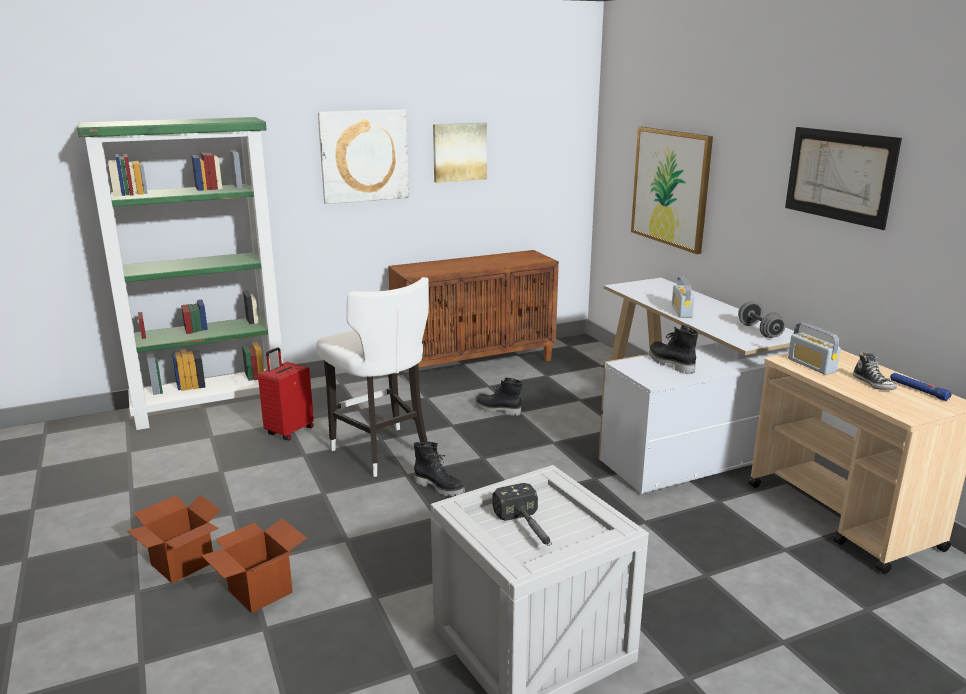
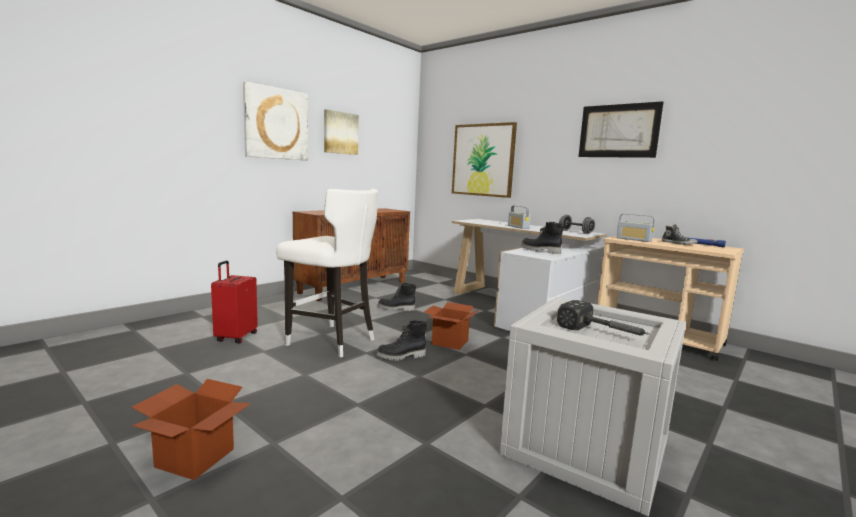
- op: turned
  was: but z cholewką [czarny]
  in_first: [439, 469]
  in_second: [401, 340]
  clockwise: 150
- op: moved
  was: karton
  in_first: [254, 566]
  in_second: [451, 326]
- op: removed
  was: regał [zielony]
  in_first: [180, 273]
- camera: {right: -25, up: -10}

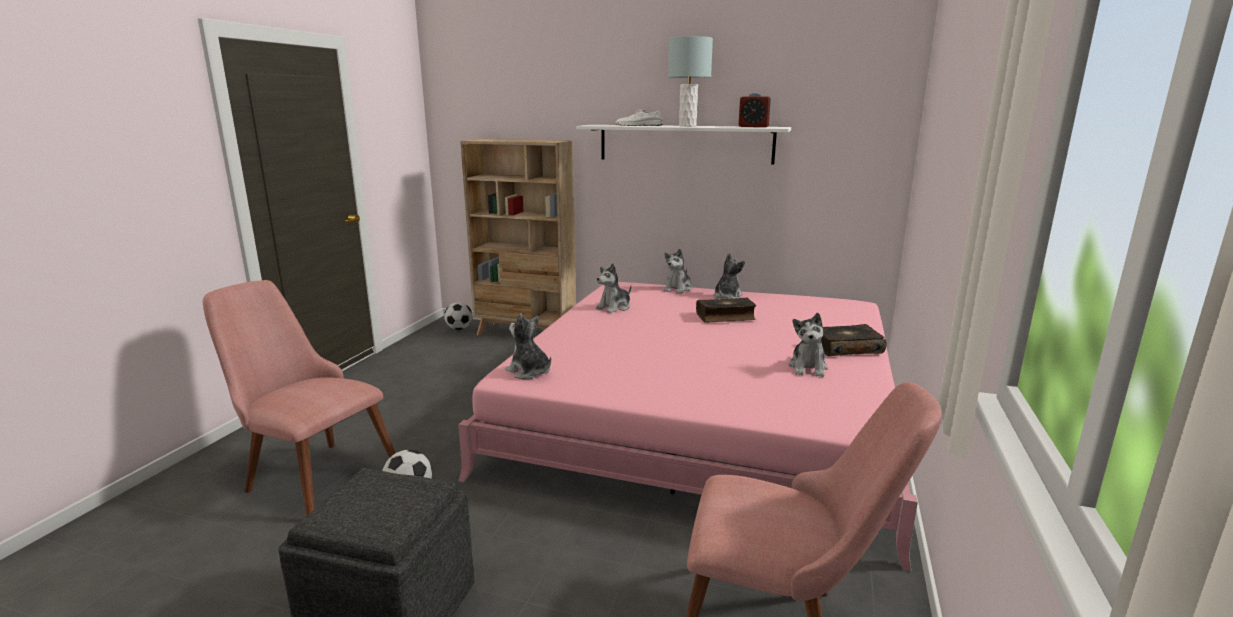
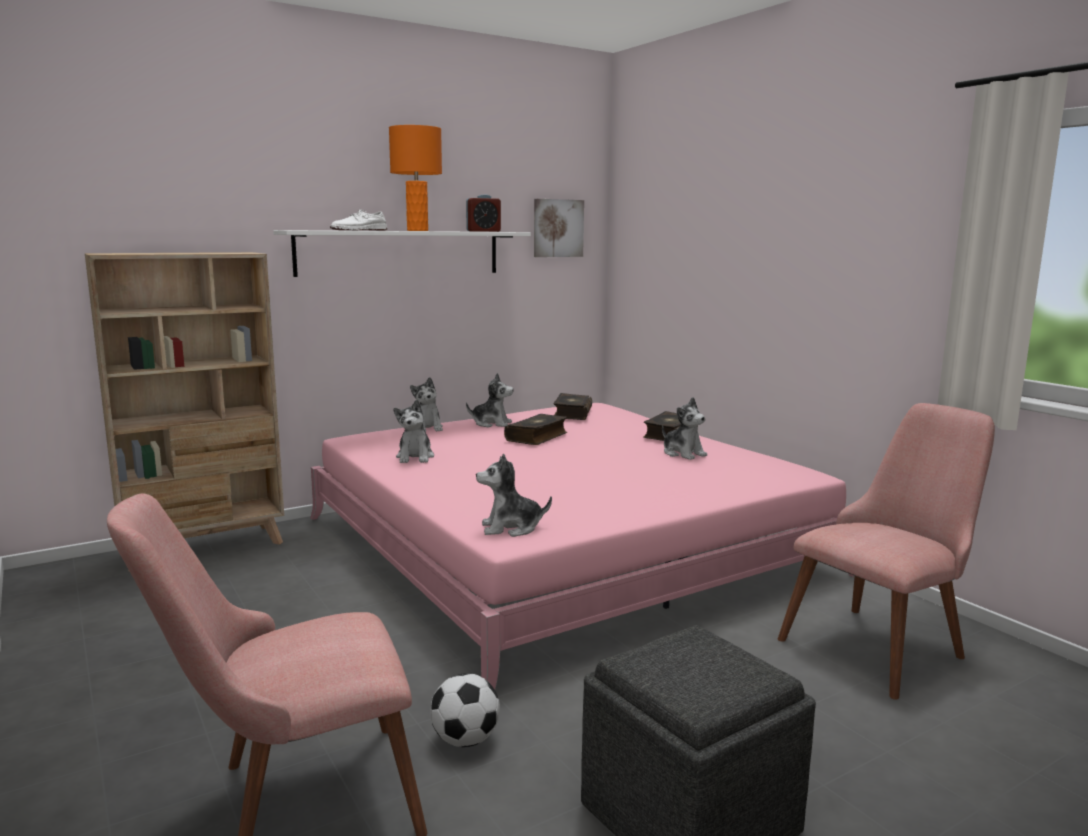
- op: recoloured
  was: lampa stołowa [szary]
  now: lampa stołowa [pomarańczowy]
  in_first: [690, 81]
  in_second: [415, 178]
- op: turned
  was: pluszak
  in_first: [729, 276]
  in_second: [490, 400]
  clockwise: 120
- op: added
  now: obraz
  in_second: [559, 228]
- op: added
  now: książka
  in_second: [572, 406]
- op: removed
  was: piłka futbolowa
  in_first: [458, 316]
- camera: {right: -50, up: -5}

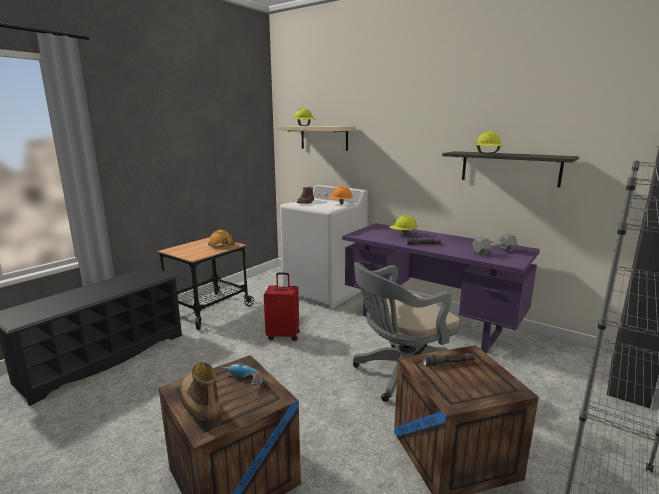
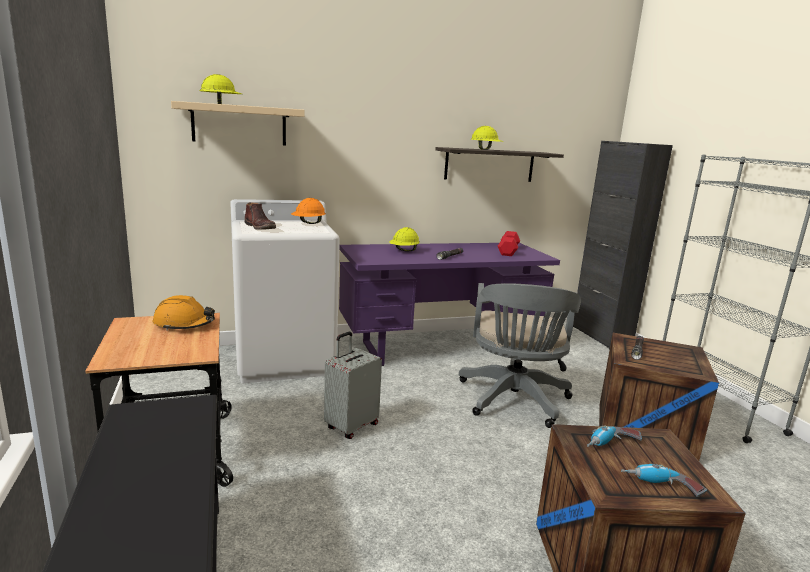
- op: recoloured
  was: walizka [czerwony]
  now: walizka [szary]
  in_first: [282, 306]
  in_second: [353, 385]
- op: recoloured
  was: hantel [szary]
  now: hantel [czerwony]
  in_first: [495, 244]
  in_second: [509, 243]
- op: replaced
  was: but z cholewką
  now: wiertarka
  in_first: [201, 396]
  in_second: [664, 480]
- camera: {right: -55, up: 0}

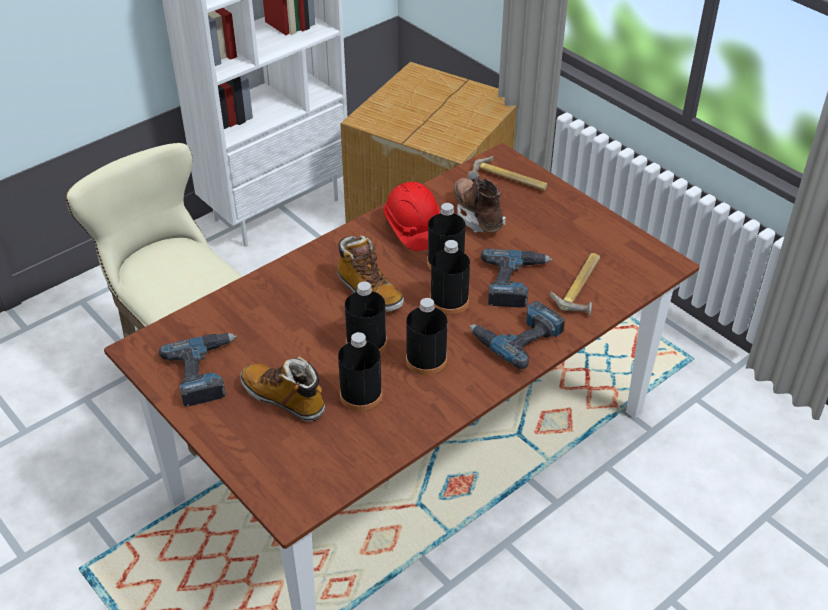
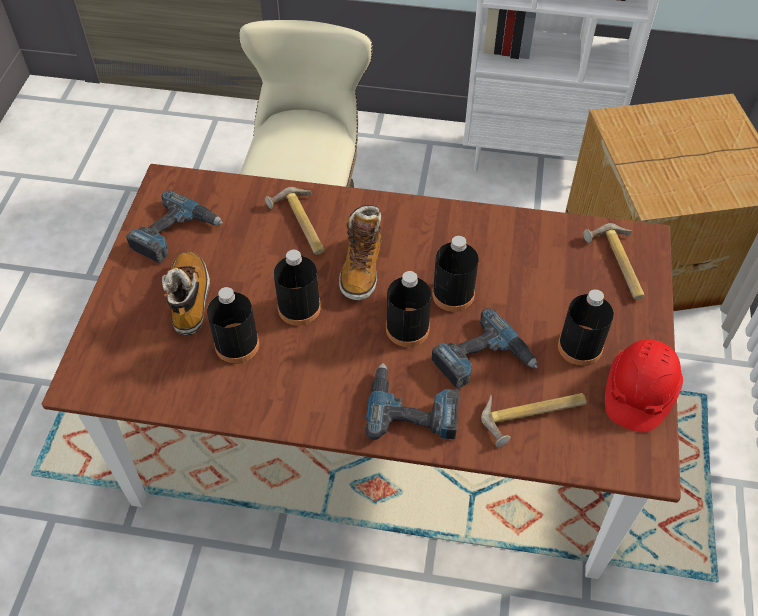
- op: added
  now: młotek
  in_second: [295, 221]
- op: moved
  was: butelka [czarny]
  in_first: [426, 337]
  in_second: [586, 327]
- op: moved
  was: kask [czerwony]
  in_first: [412, 216]
  in_second: [644, 385]
- op: removed
  was: but z cholewką [brązowy]
  in_first: [480, 204]
- camera: {right: 50, up: 10}

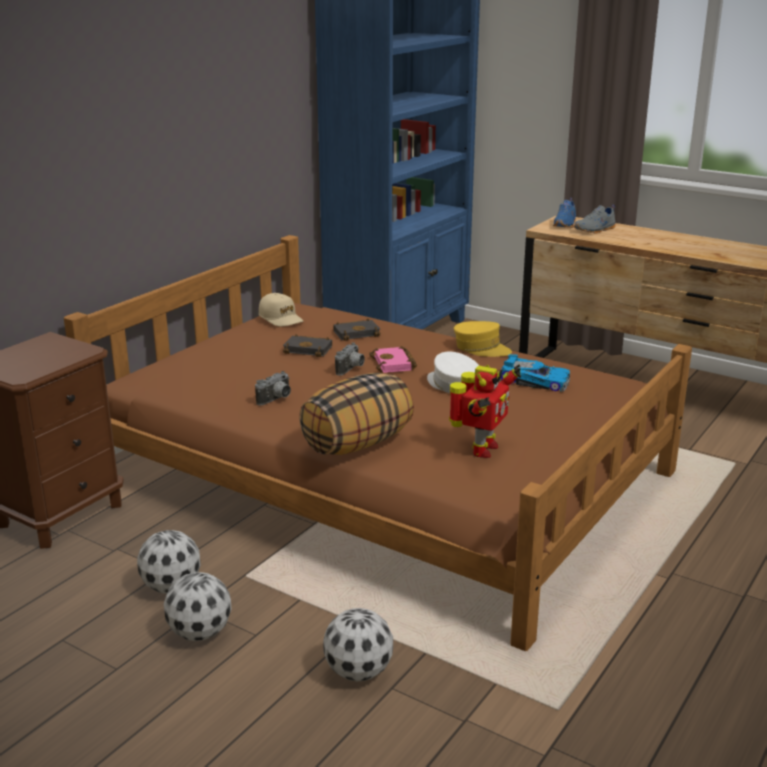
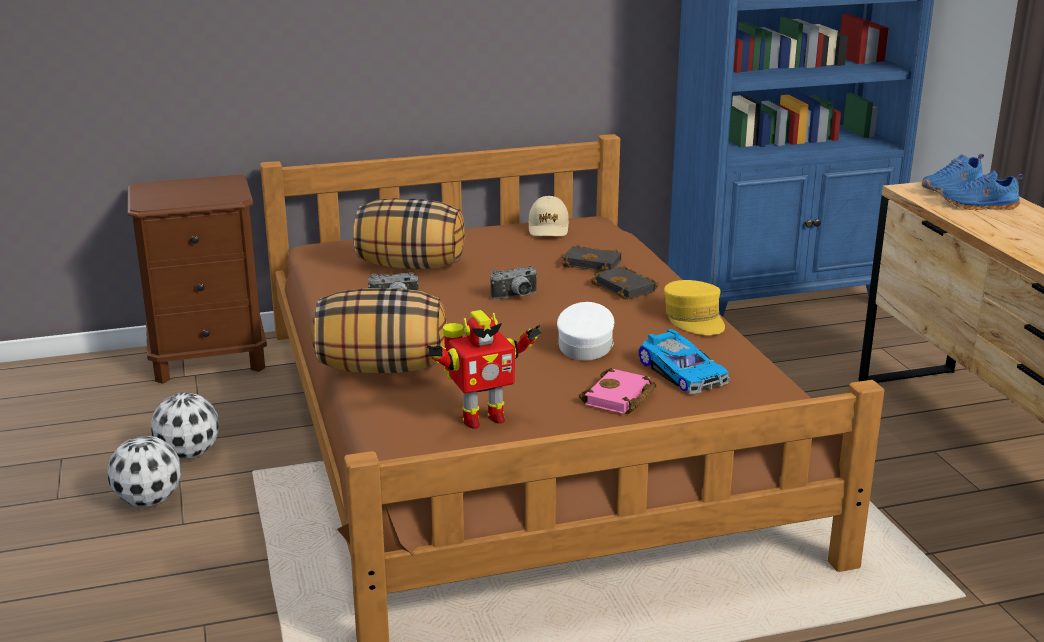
- op: added
  now: poduszka
  in_second: [409, 233]
- op: moved
  was: książka [różowy]
  in_first: [393, 359]
  in_second: [618, 391]
- op: moved
  was: książka [czarny]
  in_first: [307, 345]
  in_second: [624, 282]
- op: recoloured
  was: but [szary]
  now: but [niebieski]
  in_first: [595, 219]
  in_second: [982, 190]
- op: removed
  was: piłka futbolowa
  in_first: [358, 644]
- camera: {right: 40, up: 0}

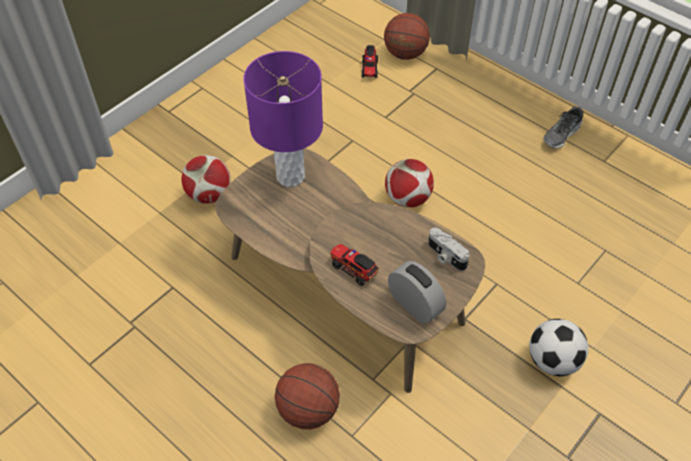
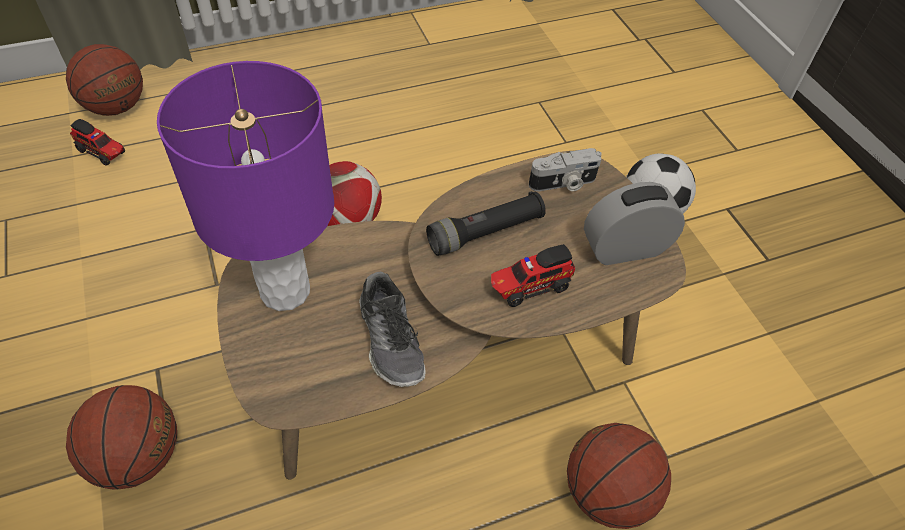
- op: replaced
  was: piłka futbolowa
  now: piłka do koszykówki
  in_first: [206, 179]
  in_second: [121, 437]
- op: moved
  was: but
  in_first: [563, 127]
  in_second: [392, 329]
- op: added
  now: latarka [czarny]
  in_second: [486, 223]
- camera: {right: -65, up: 0}

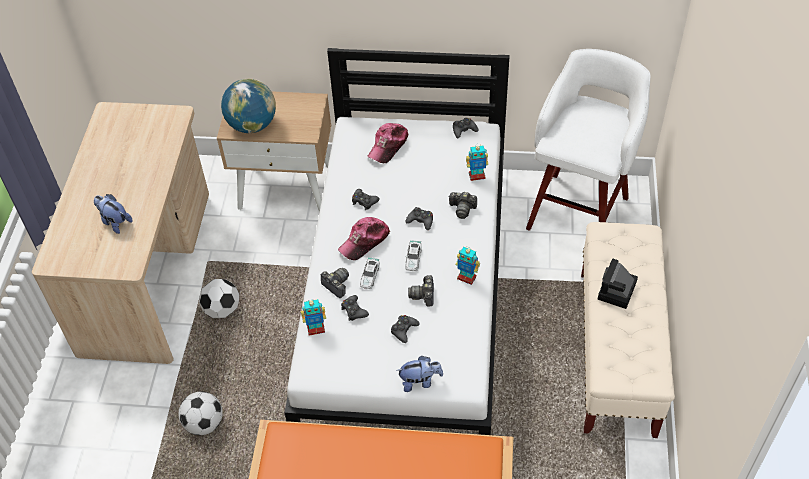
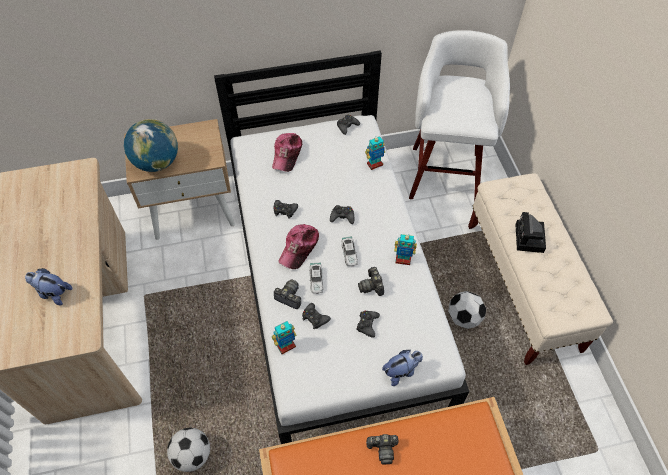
- op: moved
  was: aparat fotograficzny
  in_first: [462, 205]
  in_second: [382, 449]
- op: moved
  was: piłka futbolowa
  in_first: [219, 298]
  in_second: [467, 310]
- camera: {right: -20, up: 5}

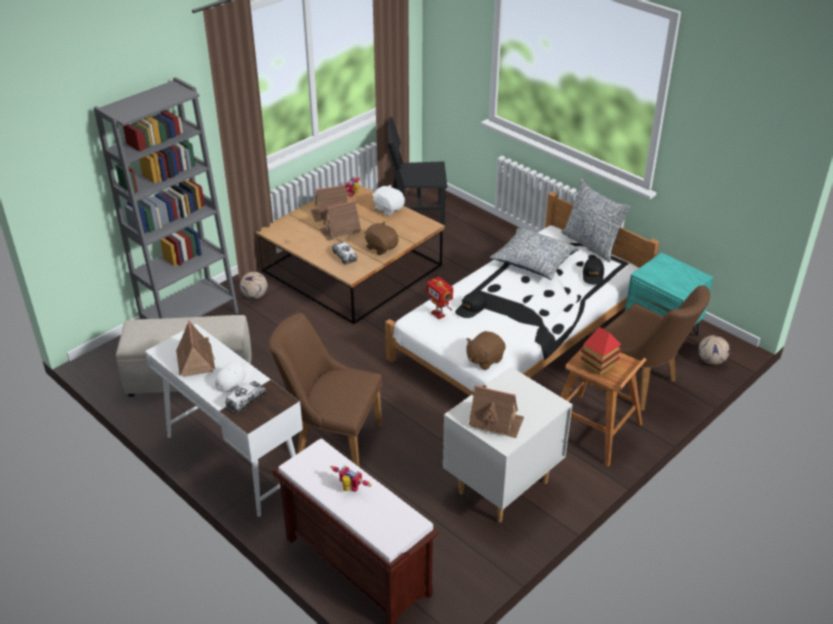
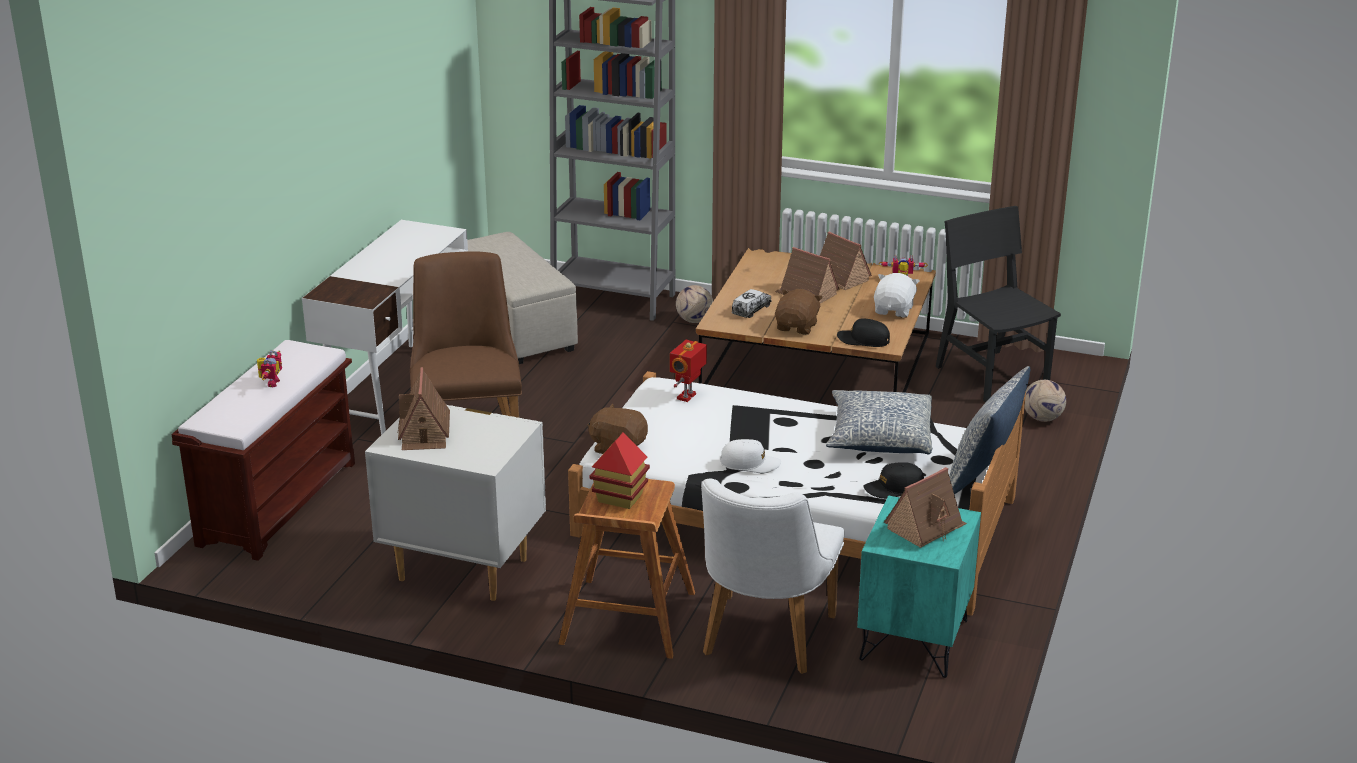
- op: recoloured
  was: krzesło [brązowy]
  now: krzesło [biały]
  in_first: [649, 348]
  in_second: [773, 576]
- op: moved
  was: czapka z daszkiem [biały]
  in_first: [234, 377]
  in_second: [751, 456]
- op: moved
  was: czapka z daszkiem [czarny]
  in_first: [471, 304]
  in_second: [863, 332]
- op: moved
  was: domek
  in_first: [195, 348]
  in_second: [925, 507]
- op: moved
  was: piłka futbolowa
  in_first: [714, 350]
  in_second: [1045, 401]
- op: removed
  was: ciężarówka zabawkowa
  in_first: [246, 397]
- camera: {right: 65, up: -10}

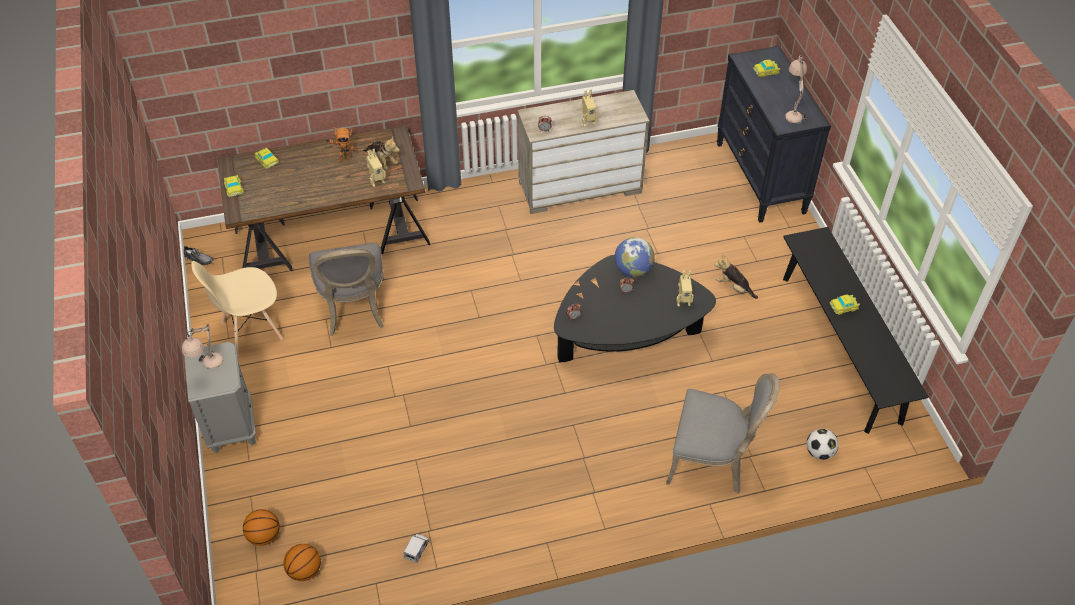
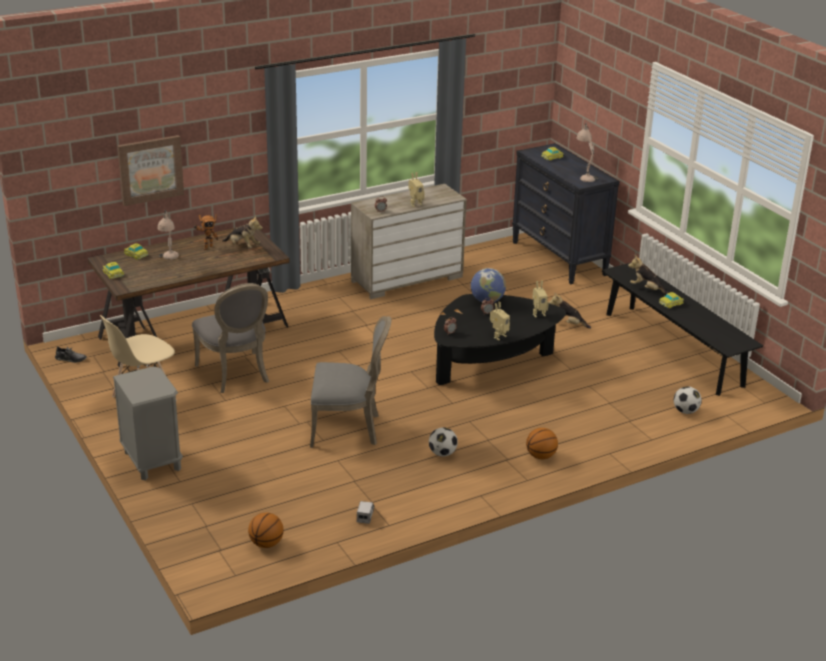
- op: added
  now: obraz
  in_second: [150, 170]
- op: moved
  was: lampa stołowa [beżowy]
  in_first: [202, 346]
  in_second: [168, 235]
- op: moved
  was: krzesło [szary]
  in_first: [723, 433]
  in_second: [350, 382]
- op: added
  now: piłka futbolowa
  in_second: [443, 442]
- op: moved
  was: robot zabawkowy
  in_first: [376, 168]
  in_second: [500, 321]
- op: moved
  was: piłka do koszykówki
  in_first: [261, 527]
  in_second: [542, 443]
- op: added
  now: pluszak
  in_second: [648, 274]
- camera: {right: -15, up: -20}

